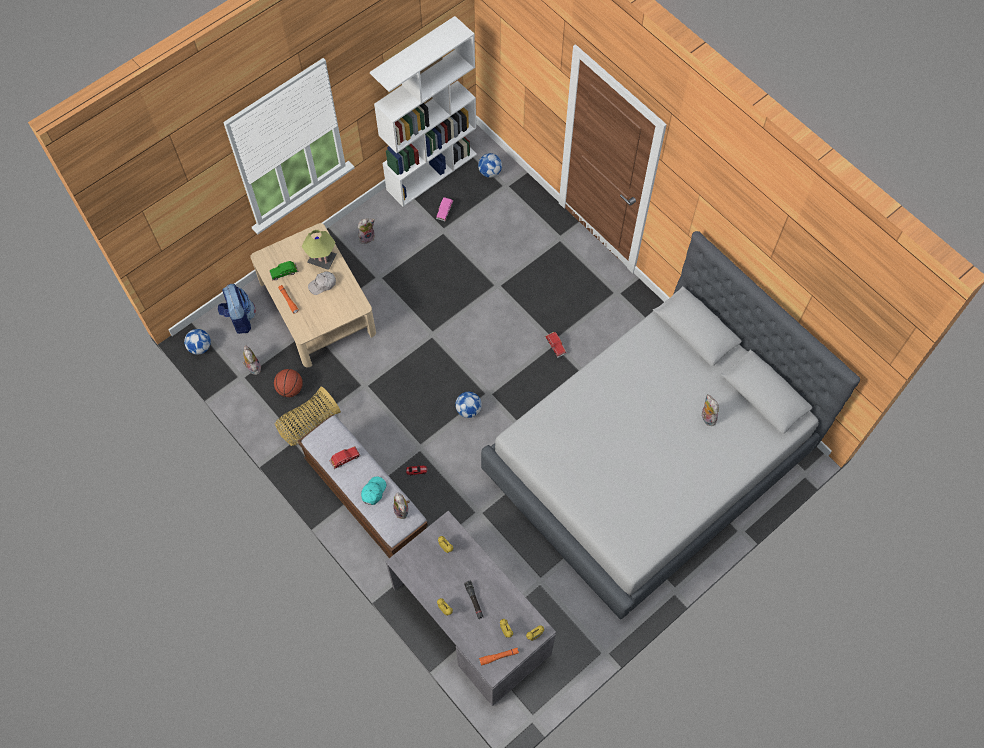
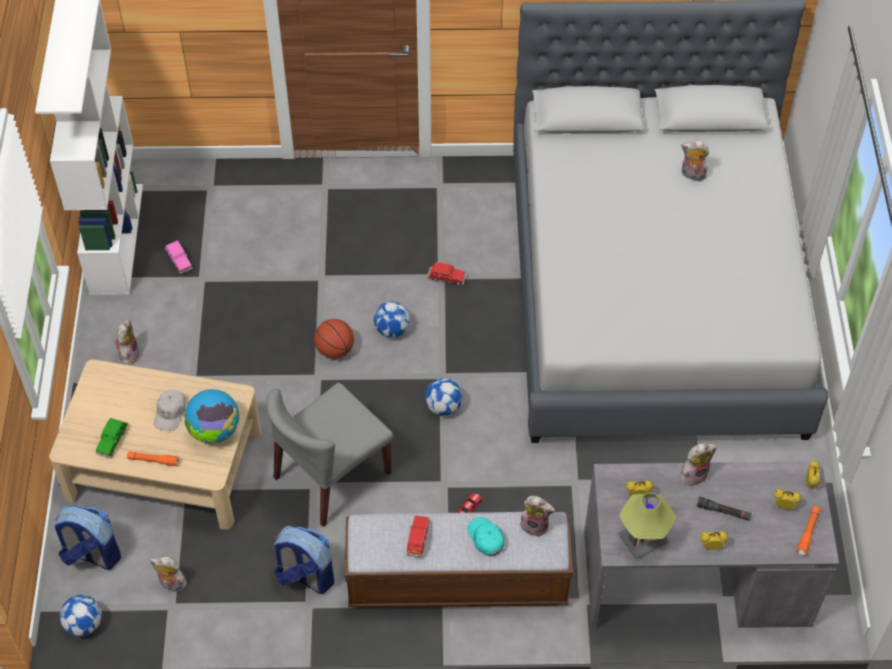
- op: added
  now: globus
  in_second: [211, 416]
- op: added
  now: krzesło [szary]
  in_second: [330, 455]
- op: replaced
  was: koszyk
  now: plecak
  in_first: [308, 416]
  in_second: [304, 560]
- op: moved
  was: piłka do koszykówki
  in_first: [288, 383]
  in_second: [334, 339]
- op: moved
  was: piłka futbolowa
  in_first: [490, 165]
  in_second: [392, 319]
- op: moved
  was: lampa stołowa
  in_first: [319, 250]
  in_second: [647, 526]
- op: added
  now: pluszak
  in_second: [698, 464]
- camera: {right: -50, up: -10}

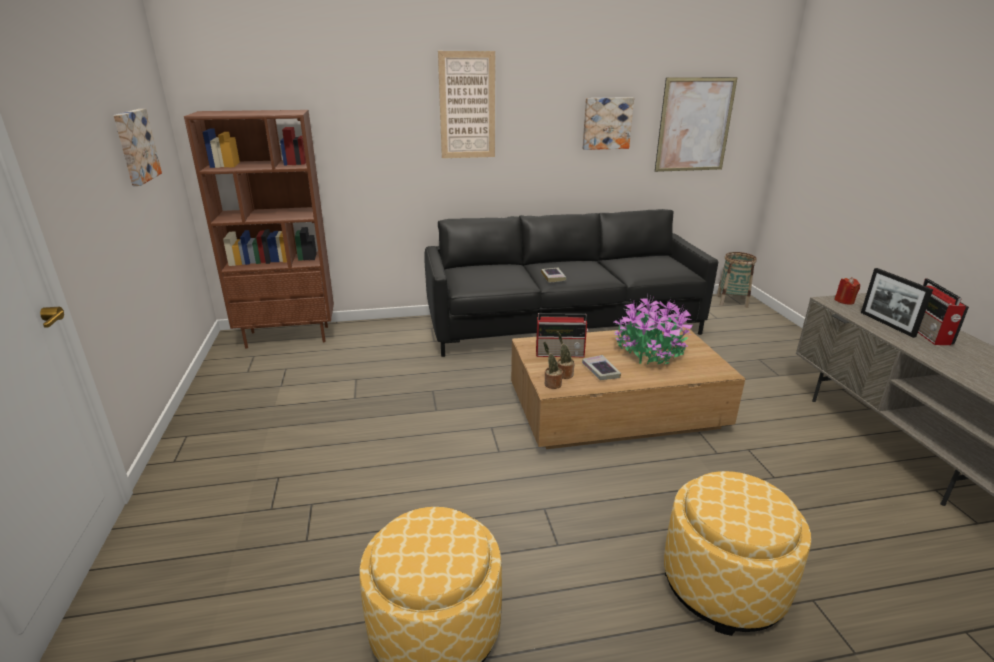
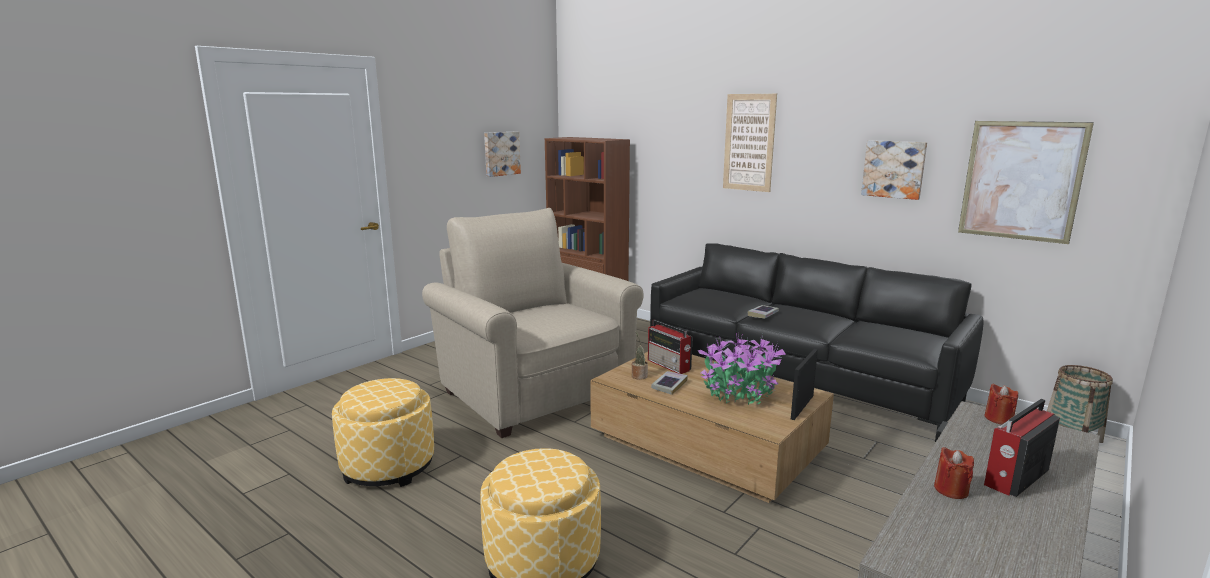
- op: added
  now: fotel [beżowy]
  in_second: [533, 323]
- op: moved
  was: ramka na zdjęcie
  in_first: [897, 303]
  in_second: [804, 384]
- op: added
  now: świeca [czerwony]
  in_second: [954, 473]
- op: removed
  was: roślina doniczkowa
  in_first: [553, 365]
- camera: {right: 50, up: -10}

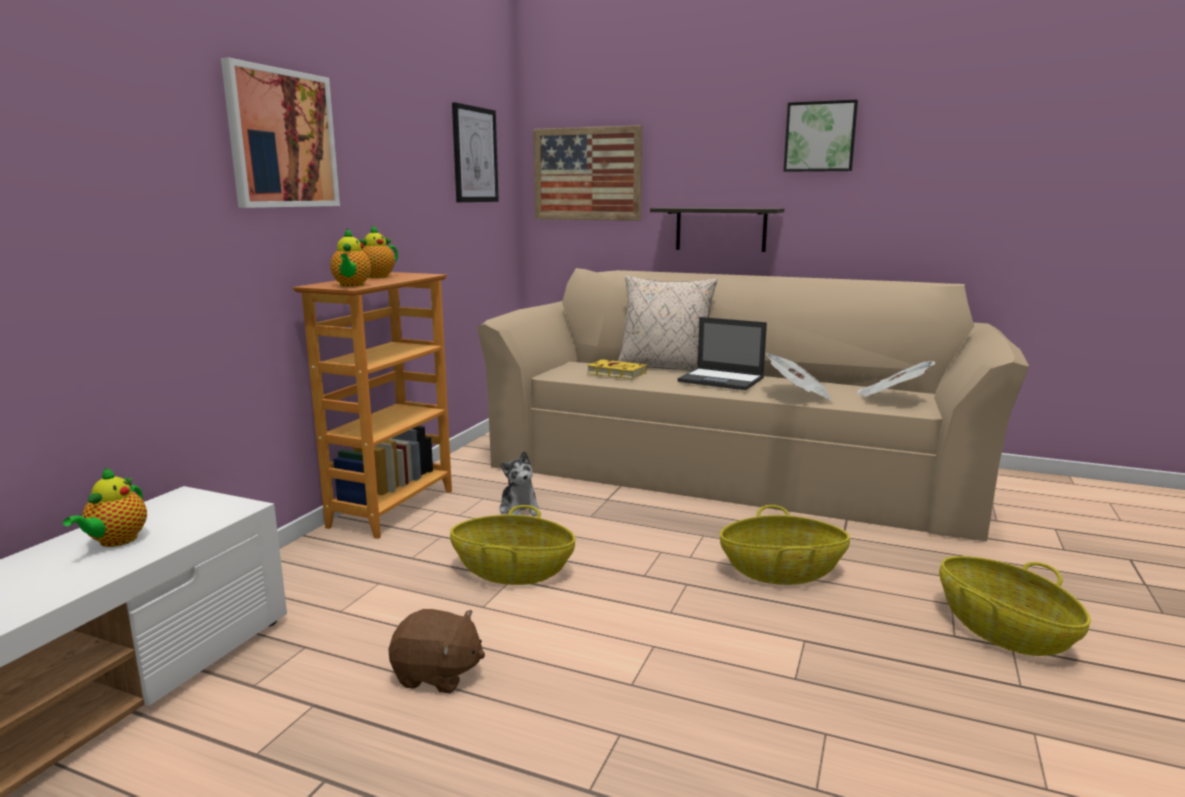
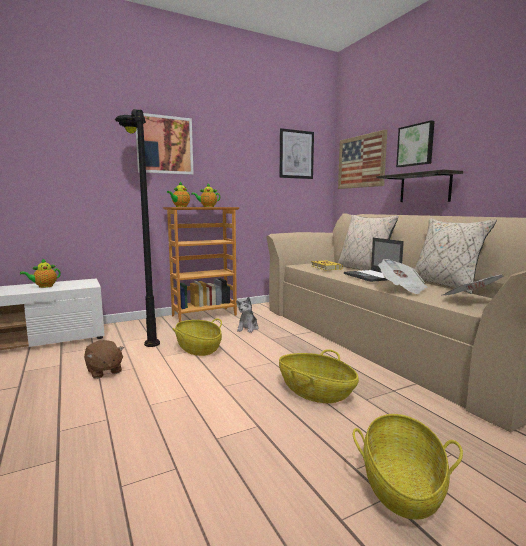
- op: added
  now: lampa stojąca [czarny]
  in_second: [137, 228]
- op: moved
  was: obraz
  in_first: [821, 136]
  in_second: [415, 143]
- op: added
  now: poduszka [beżowy]
  in_second: [455, 256]
- camera: {right: 40, up: -5}

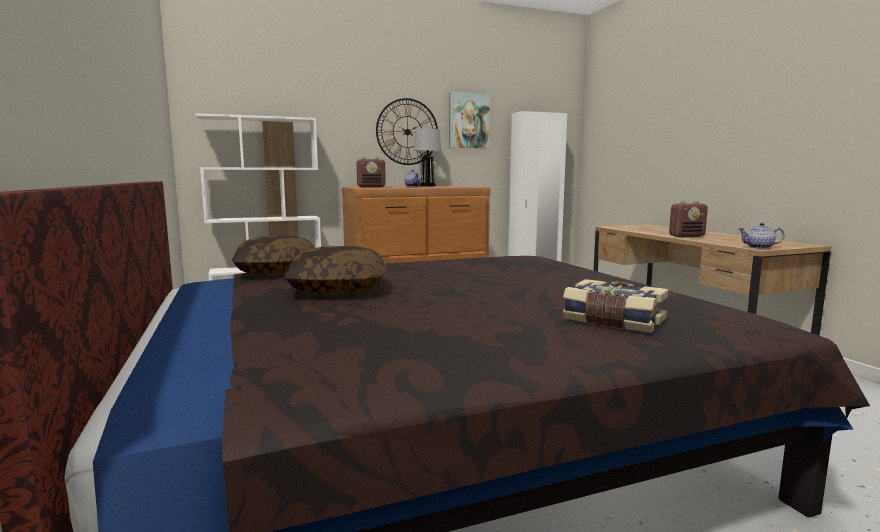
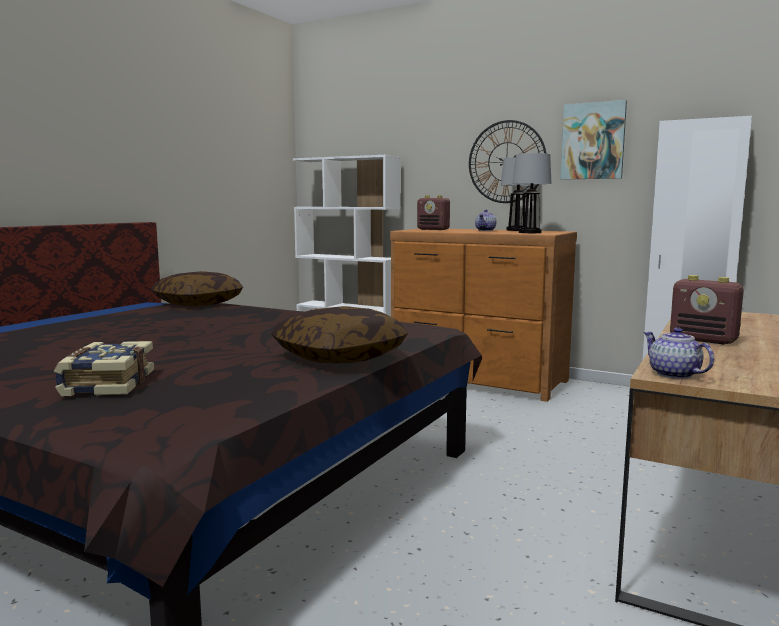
- op: moved
  was: poduszka
  in_first: [335, 270]
  in_second: [339, 334]
- op: added
  now: lampa stołowa
  in_second: [532, 193]
- camera: {right: 50, up: 0}

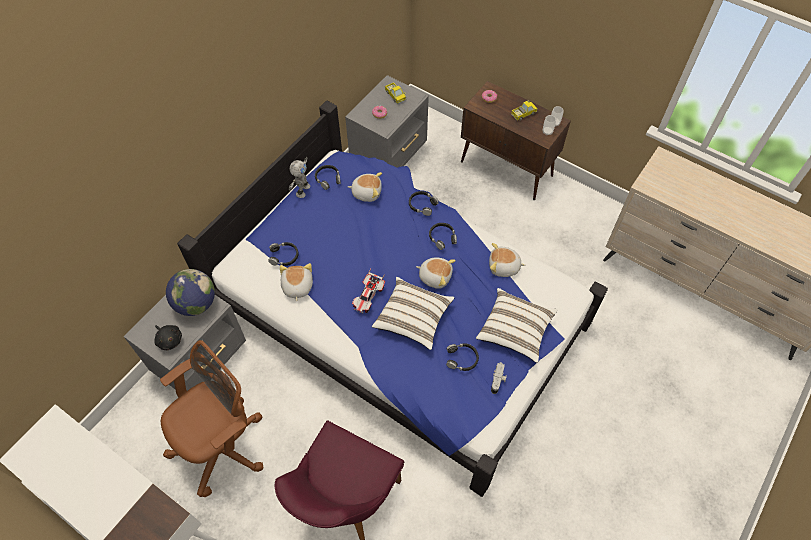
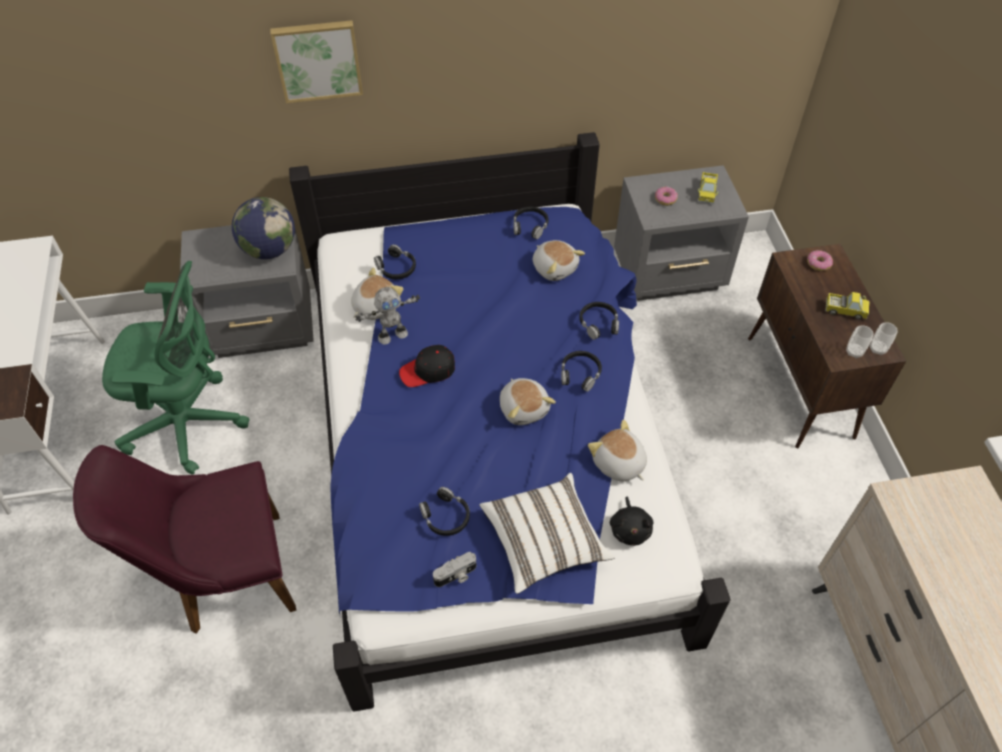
- op: recoloured
  was: krzesło biurowe [brązowy]
  now: krzesło biurowe [zielony]
  in_first: [211, 418]
  in_second: [176, 368]
- op: added
  now: obraz
  in_second: [316, 61]
- op: moved
  was: robot zabawkowy
  in_first: [299, 177]
  in_second: [387, 316]
- op: replaced
  was: samochodzik
  now: czapka z daszkiem [czarny]
  in_first: [368, 291]
  in_second: [427, 366]
- op: moved
  was: pluszak [czarny]
  in_first: [168, 338]
  in_second: [631, 521]
- op: removed
  was: poduszka [biały]
  in_first: [413, 313]
- camera: {right: 45, up: -5}

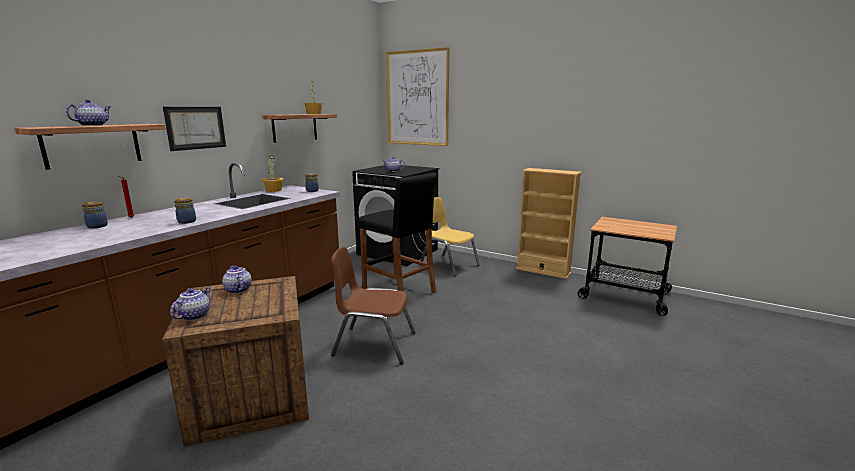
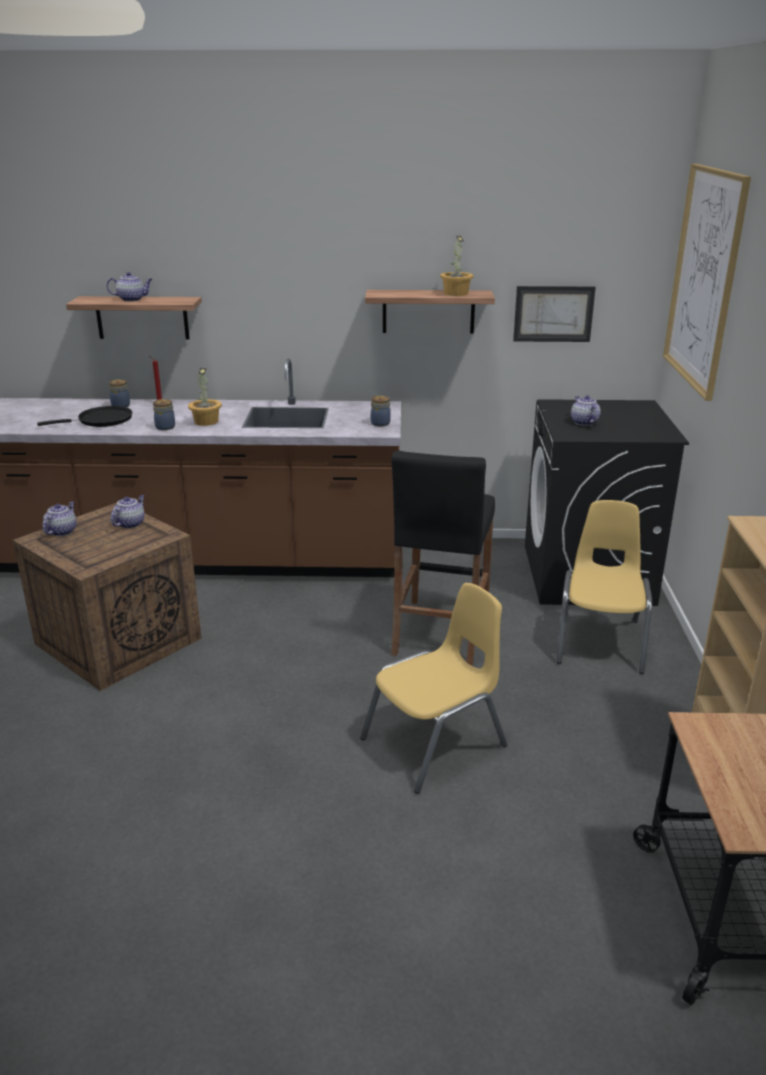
- op: added
  now: patelnia [czarny]
  in_second: [84, 416]
- op: turned
  was: imbryk
  in_first: [190, 303]
  in_second: [59, 518]
  clockwise: -60
- op: moved
  was: roślina doniczkowa
  in_first: [273, 173]
  in_second: [205, 397]
- op: added
  now: krzesło [żółty]
  in_second: [433, 688]
- op: moved
  was: obraz
  in_first: [194, 129]
  in_second: [554, 314]
- op: removed
  was: krzesło [brązowy]
  in_first: [373, 305]
- camera: {right: 60, up: 10}

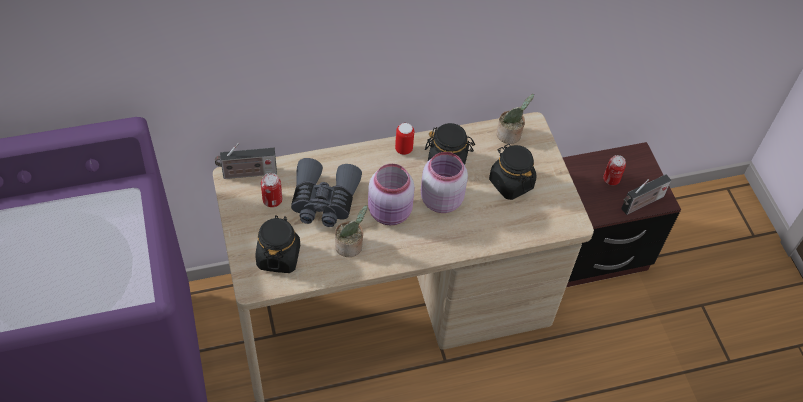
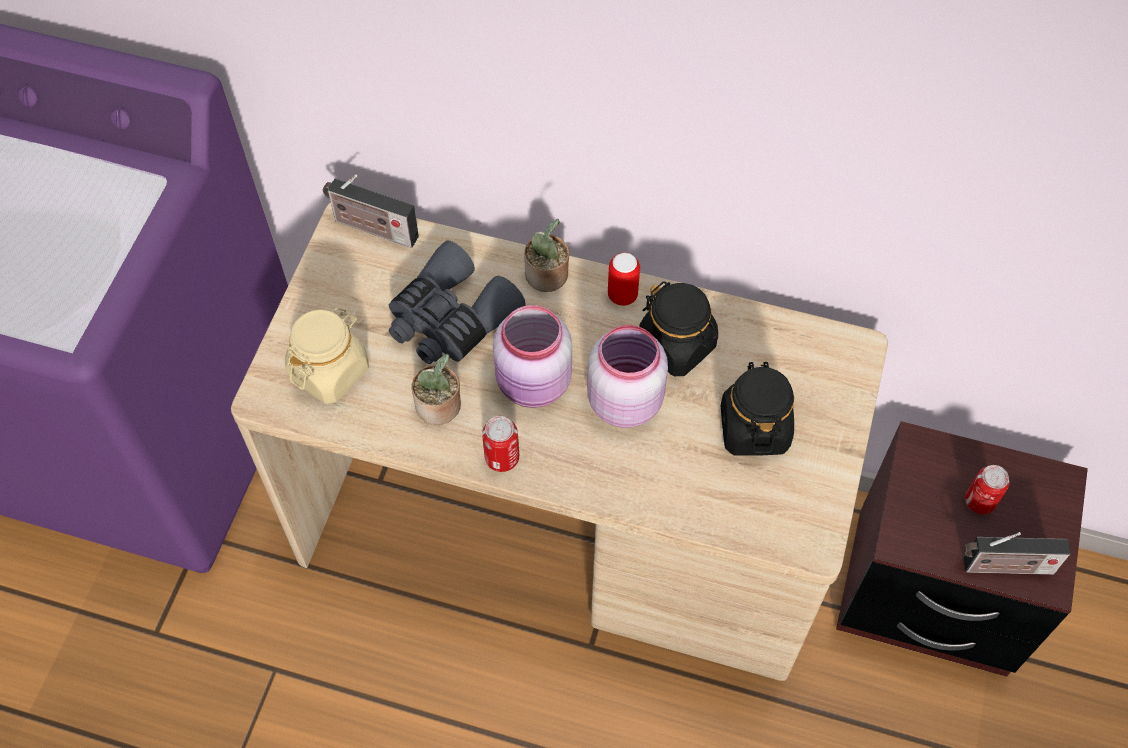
- op: recoloured
  was: słoik [czarny]
  now: słoik [beżowy]
  in_first: [277, 244]
  in_second: [327, 355]
- op: moved
  was: puszka
  in_first: [271, 190]
  in_second: [500, 444]
- op: moved
  was: roślina doniczkowa
  in_first: [515, 119]
  in_second: [546, 255]
- camera: {right: 35, up: 5}

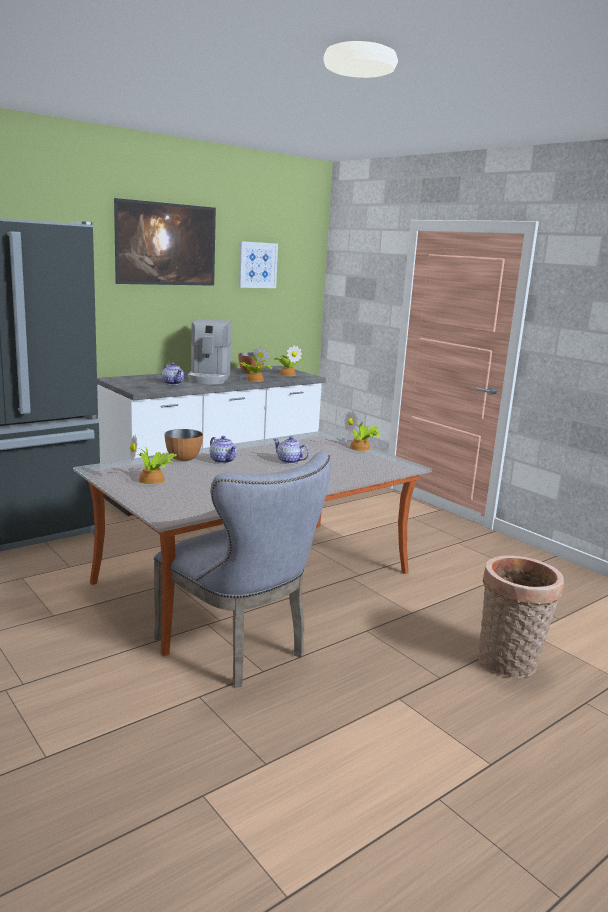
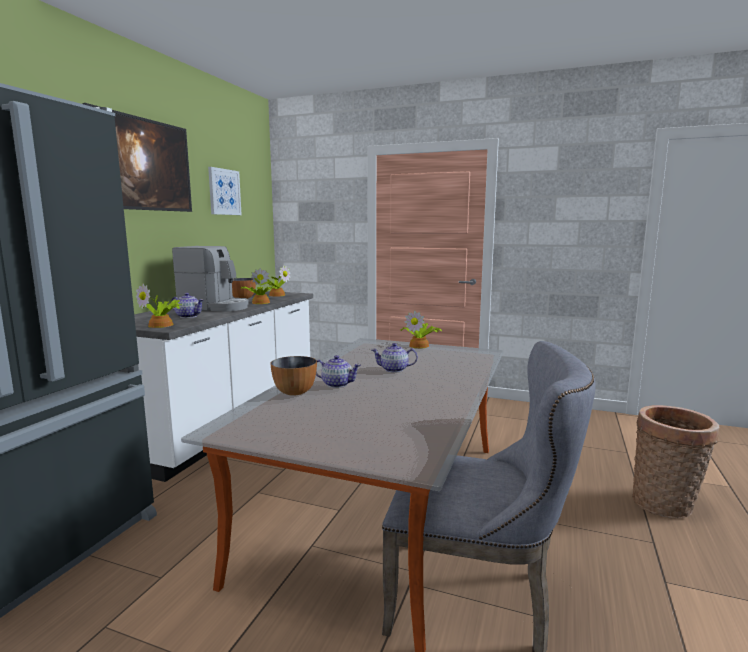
- op: moved
  was: roślina doniczkowa
  in_first: [153, 460]
  in_second: [158, 305]
- op: turned
  was: ekspres do kawy
  in_first: [210, 351]
  in_second: [210, 279]
  clockwise: -45
- camera: {right: -30, up: -5}

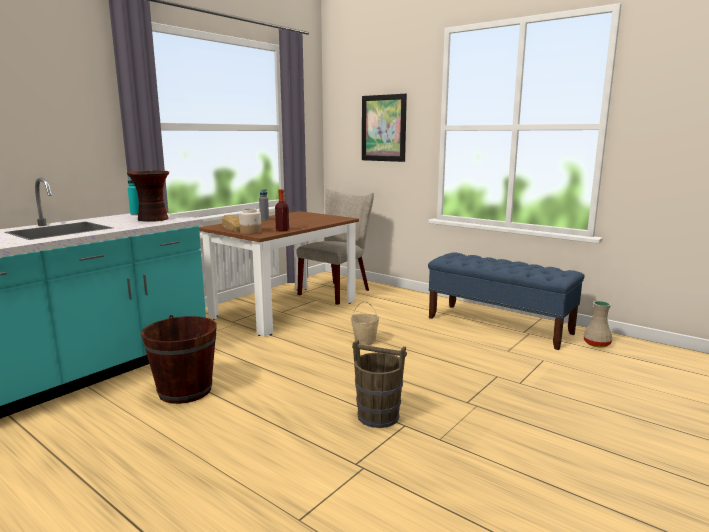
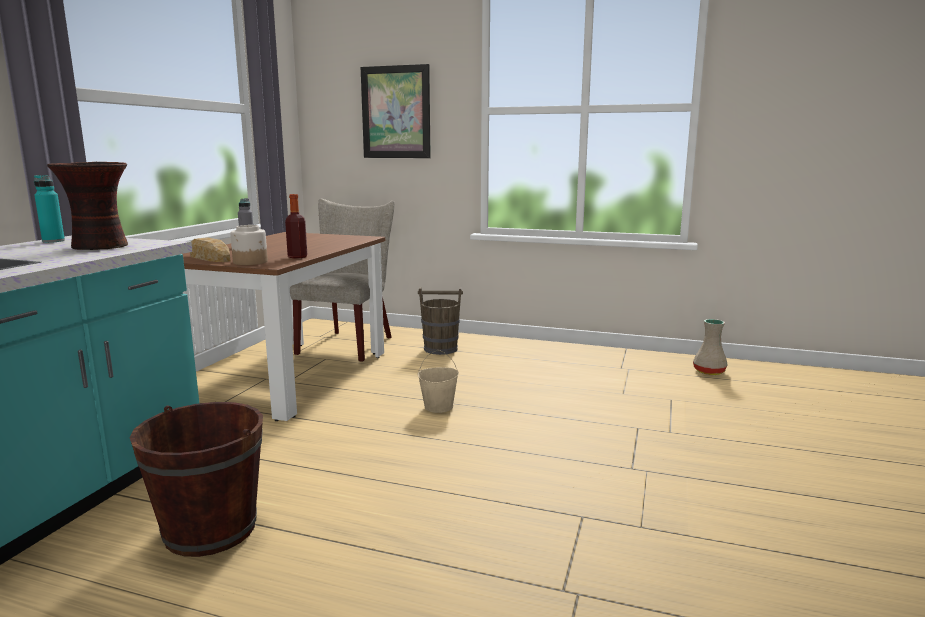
- op: moved
  was: wiadro [brązowy]
  in_first: [379, 383]
  in_second: [440, 321]
- op: removed
  was: ławka [niebieski]
  in_first: [506, 301]
- camera: {right: -20, up: 0}

